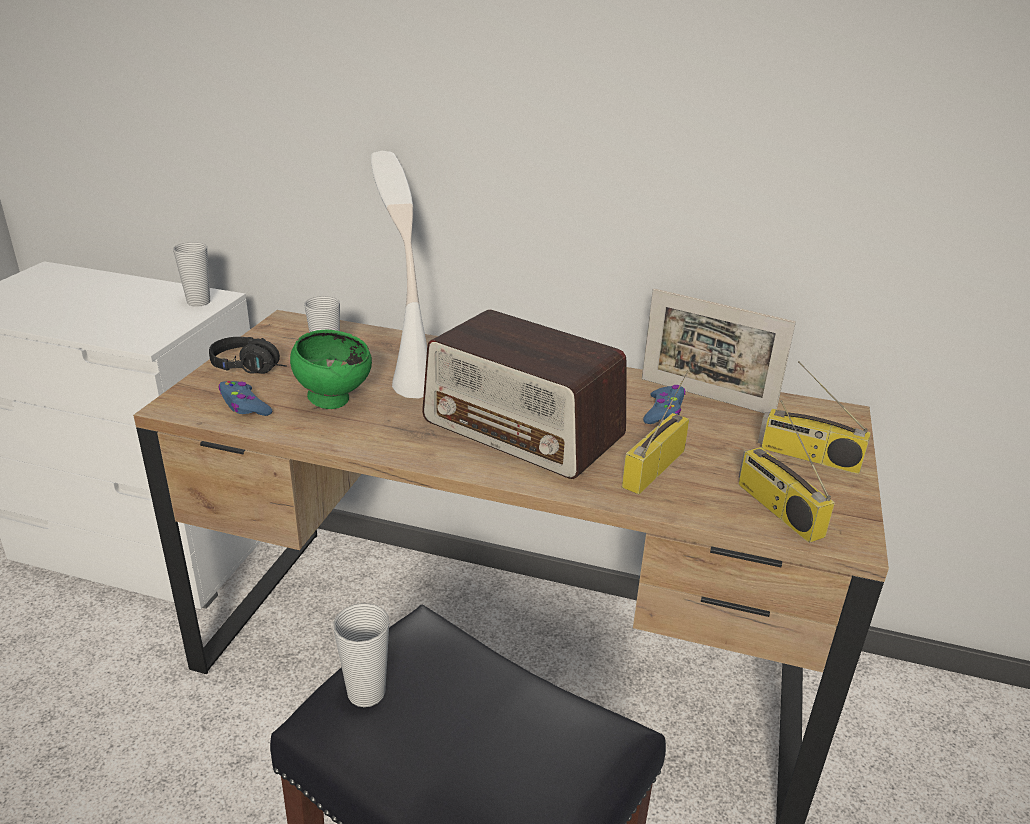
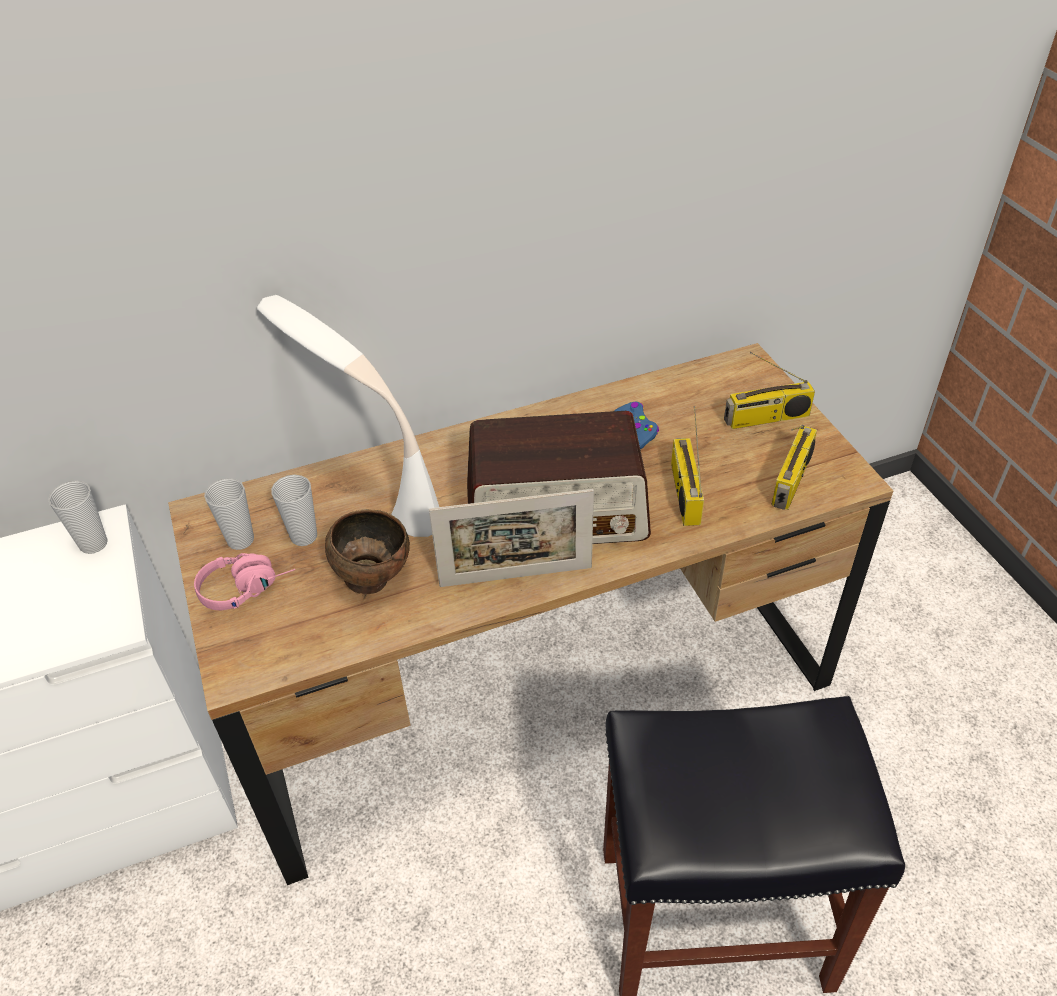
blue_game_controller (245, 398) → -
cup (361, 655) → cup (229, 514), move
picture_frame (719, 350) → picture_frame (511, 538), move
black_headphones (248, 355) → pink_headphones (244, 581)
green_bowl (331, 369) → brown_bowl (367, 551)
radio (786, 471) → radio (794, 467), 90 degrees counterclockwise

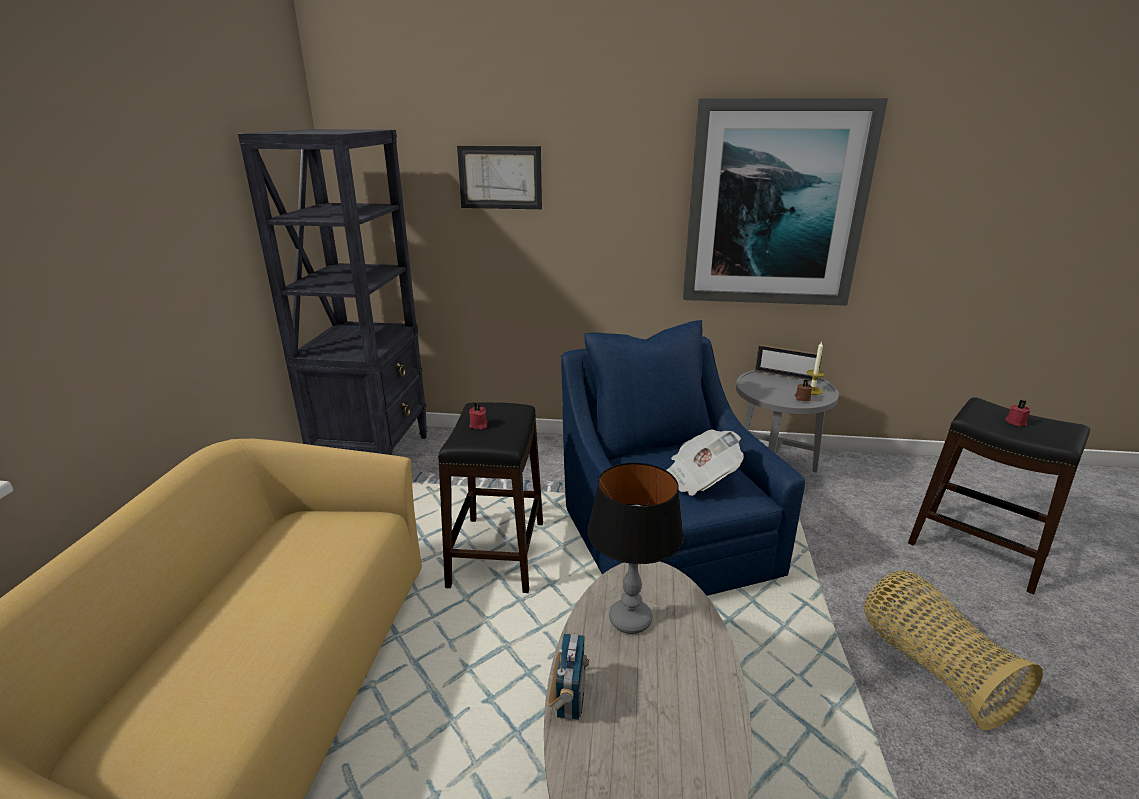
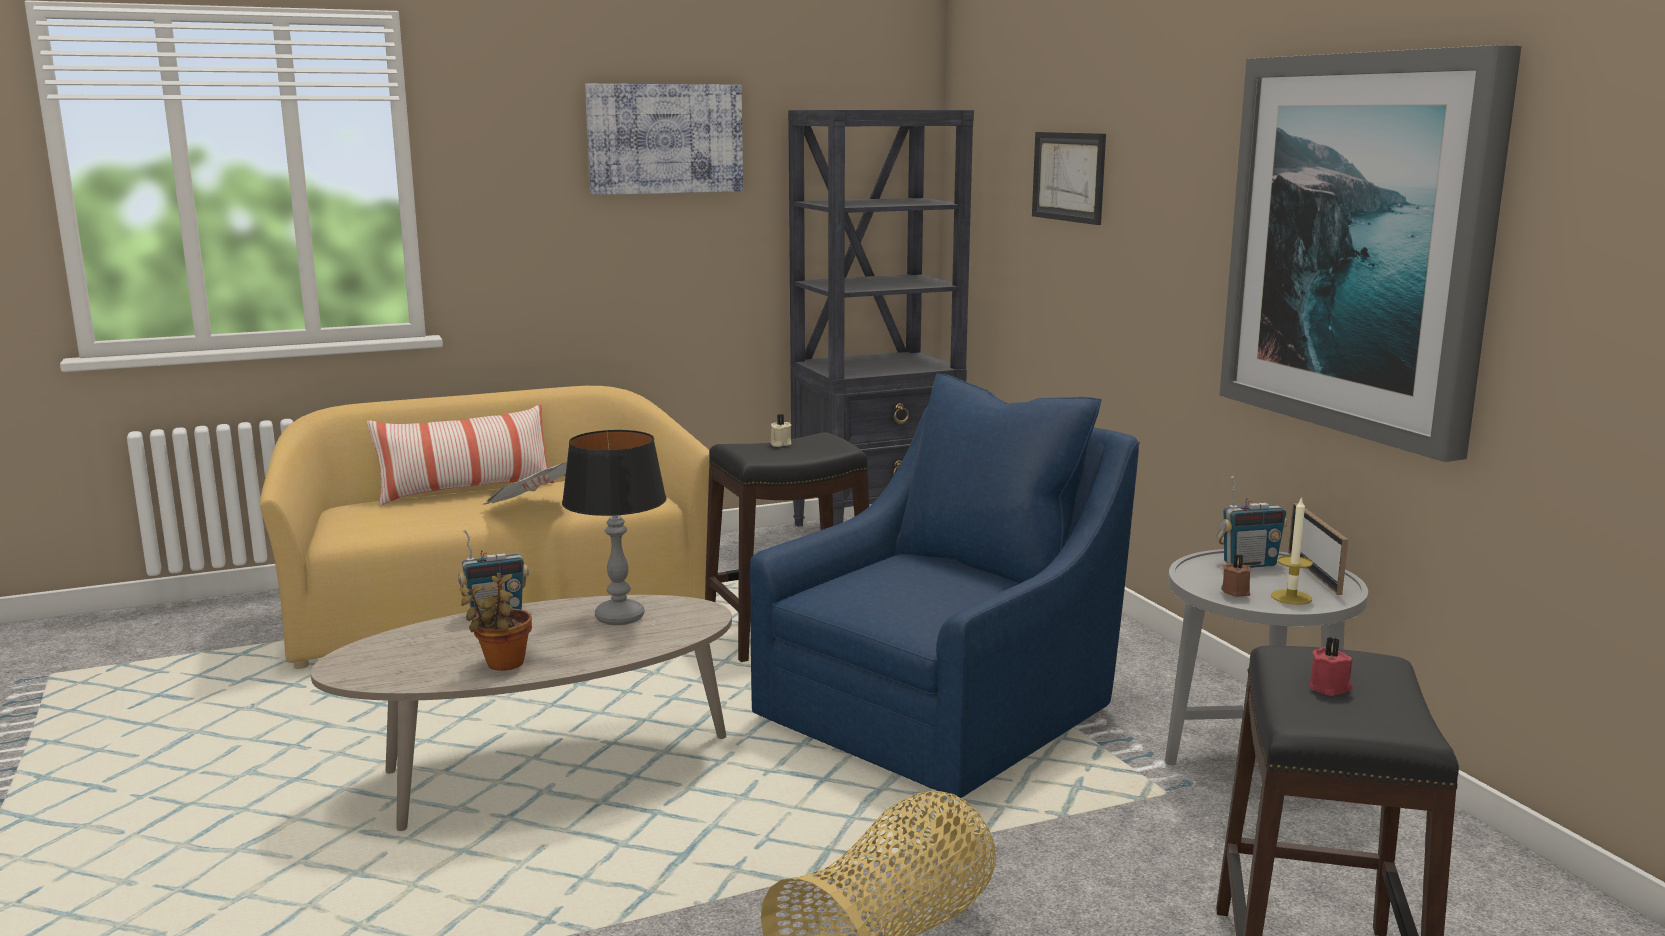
- → pillow (460, 455)
- → potted_plant (495, 622)
- → picture (664, 139)
- → radio (1251, 522)
newspaper (705, 462) → newspaper (525, 483), move
red_candle (478, 415) → beige_candle (780, 430)

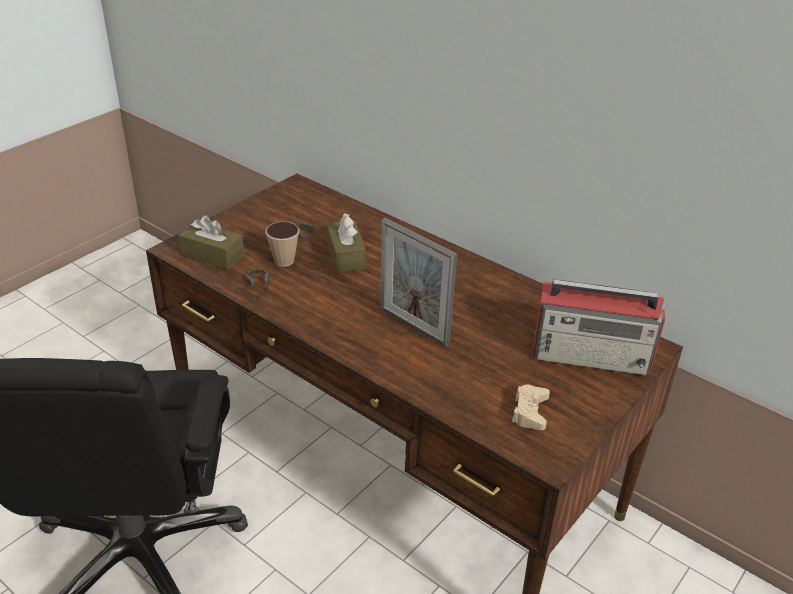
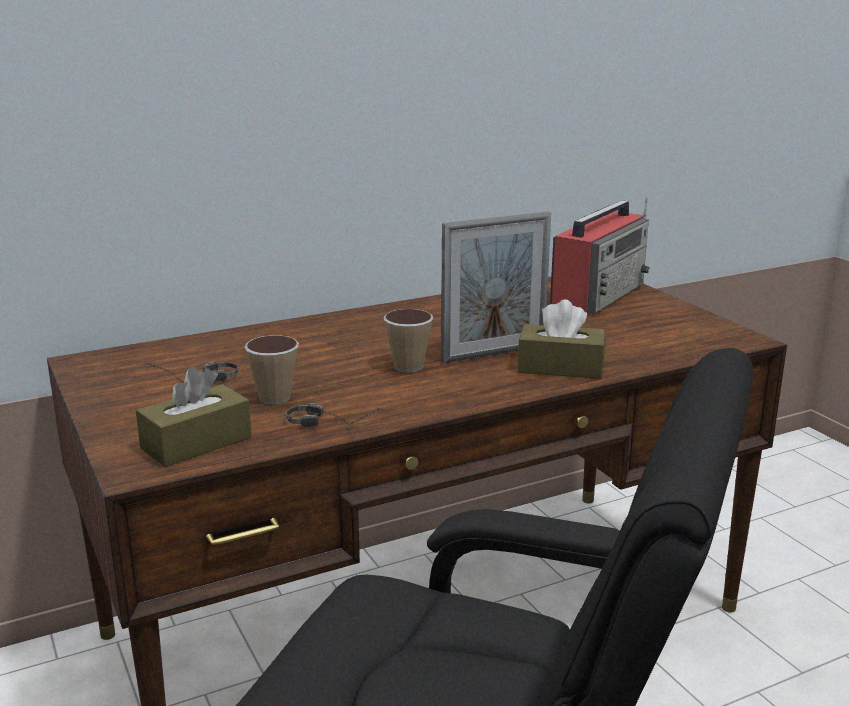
beige_game_controller (531, 407) → -
- → cup (408, 341)
brown_tissue_box (346, 243) → brown_tissue_box (561, 339), move

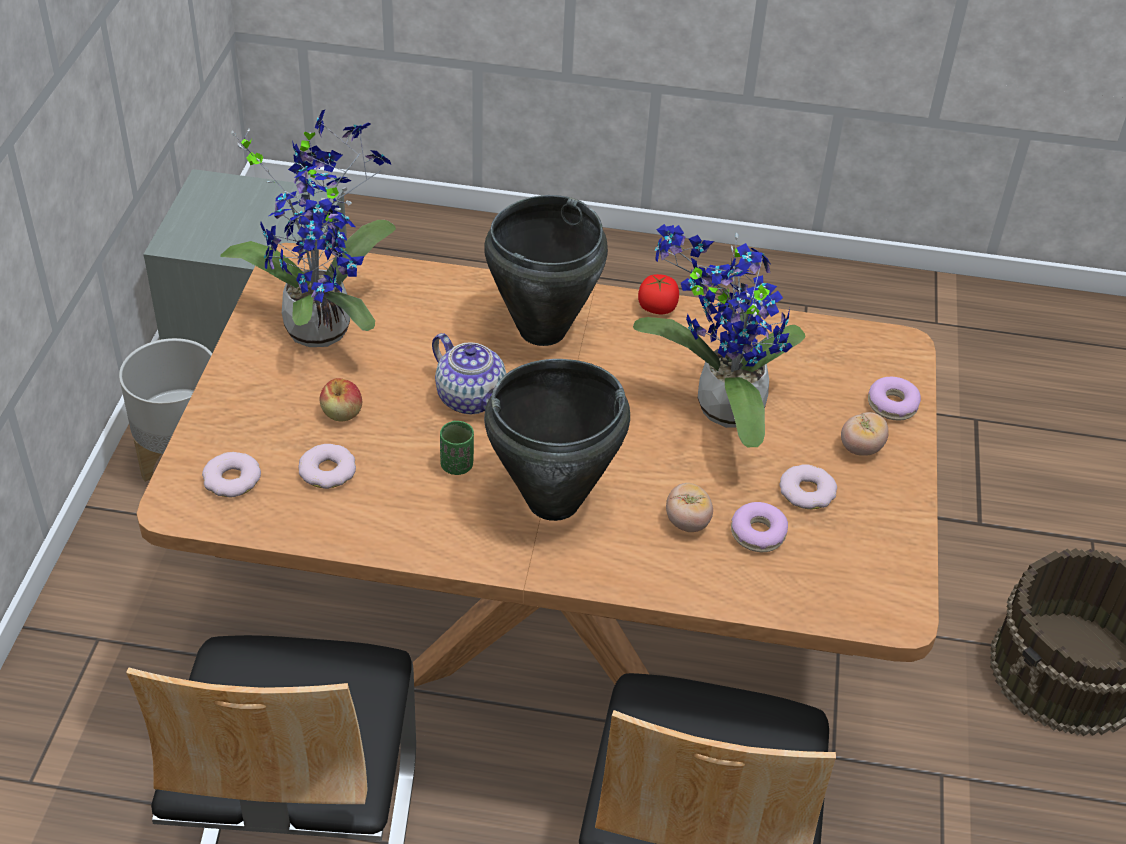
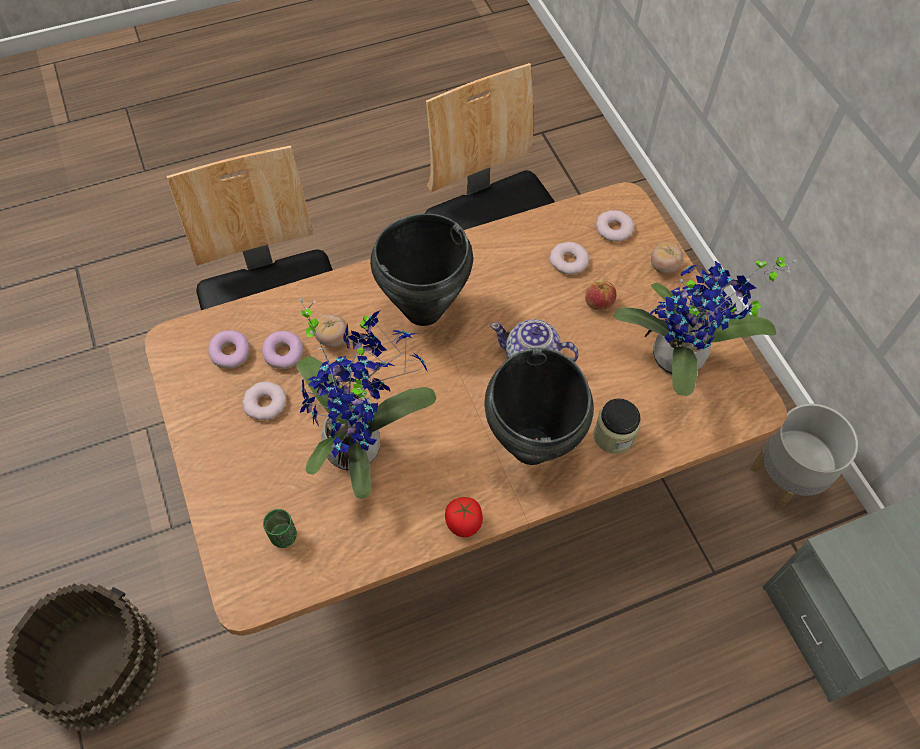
- → jar (617, 426)
green_cup (457, 447) → green_cup (280, 528), move
tomato (865, 434) → tomato (667, 258), move
donut (894, 399) → donut (229, 349), move

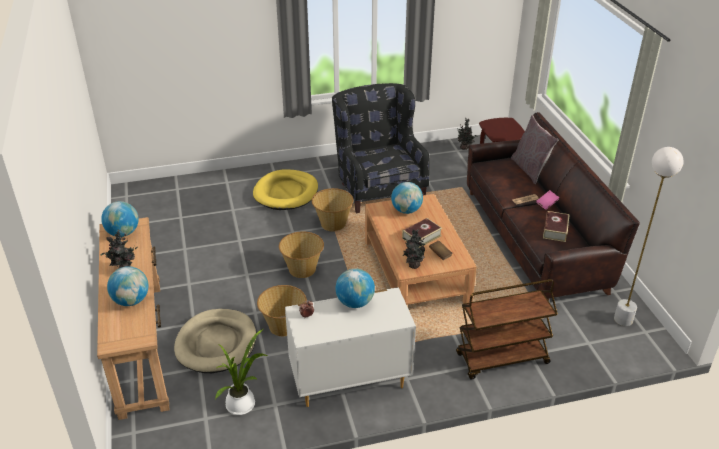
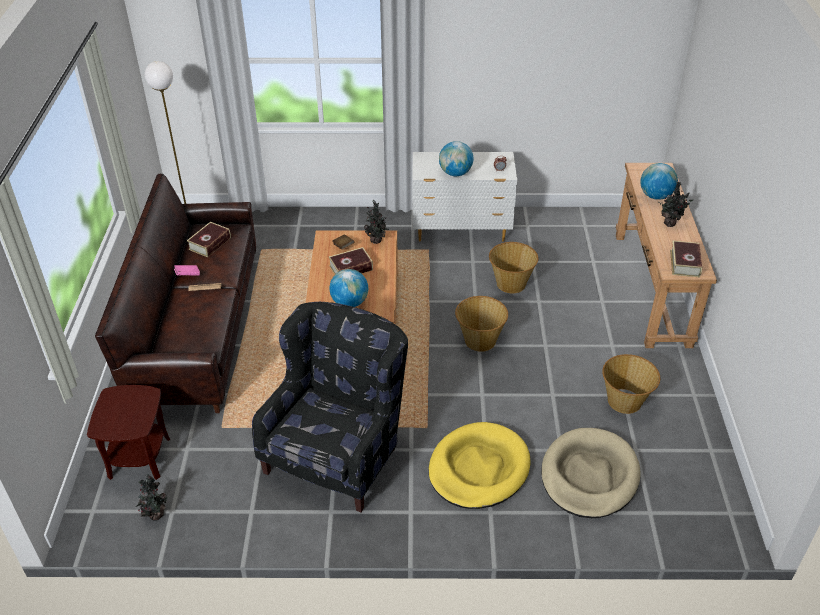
potted_plant (241, 372) → -
brown_cart (507, 329) → -
grey_pillow (535, 149) → -
beige_dog_bed (215, 341) → beige_dog_bed (591, 473), move
basket (332, 210) → basket (631, 384), move
globe (120, 219) → book (686, 259)
black_armchair (381, 148) → black_armchair (330, 407), 150 degrees counterclockwise

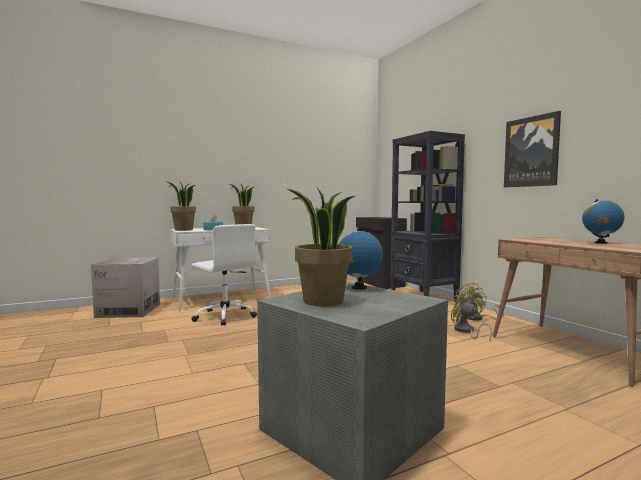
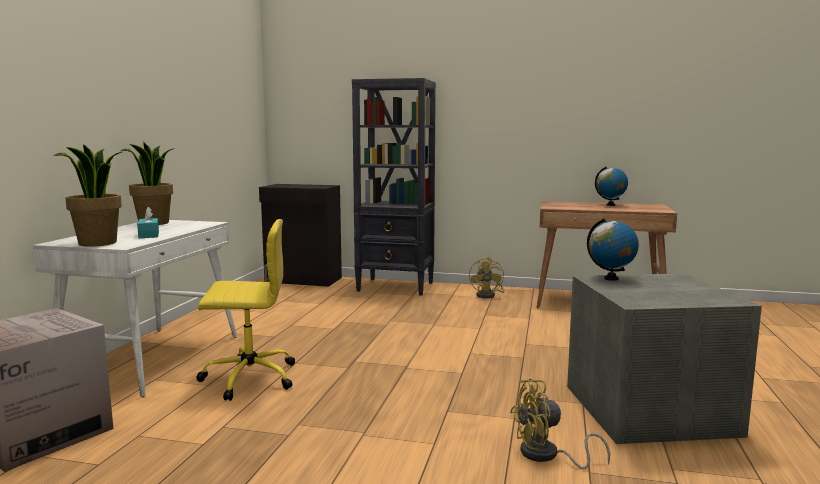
potted_plant (321, 246) → -
picture (532, 149) → -
yellow_fan (471, 315) → yellow_fan (560, 424), move
white_office_chair (224, 275) → yellow_office_chair (245, 310)

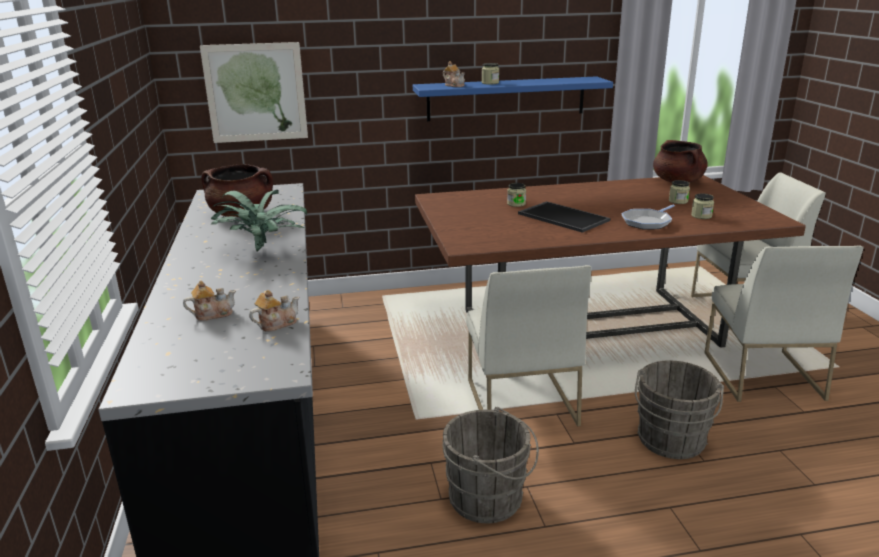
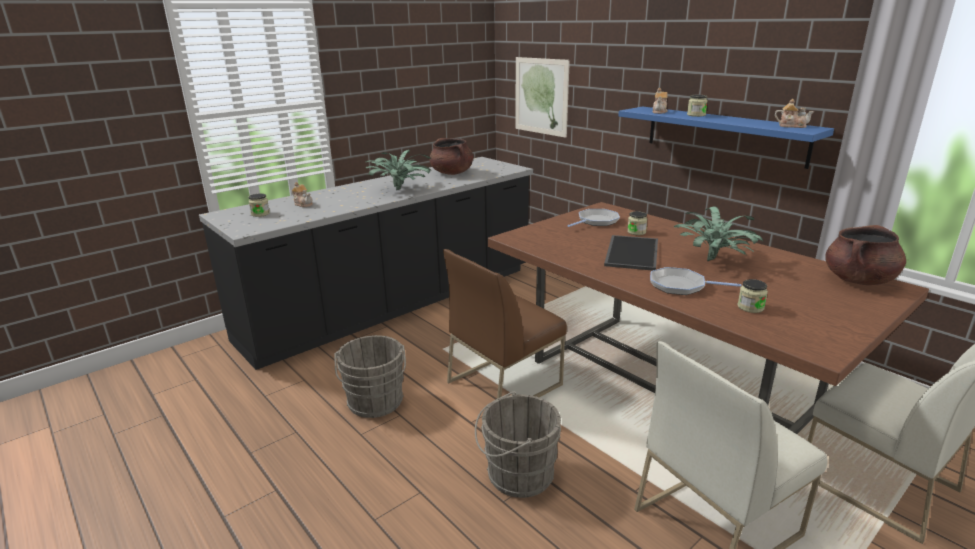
- → frying_pan (593, 218)
- → potted_plant (718, 233)
teapot (274, 311) → teapot (794, 113), move
jar (679, 192) → jar (259, 205), move
white_chair (528, 346) → brown_chair (505, 324)

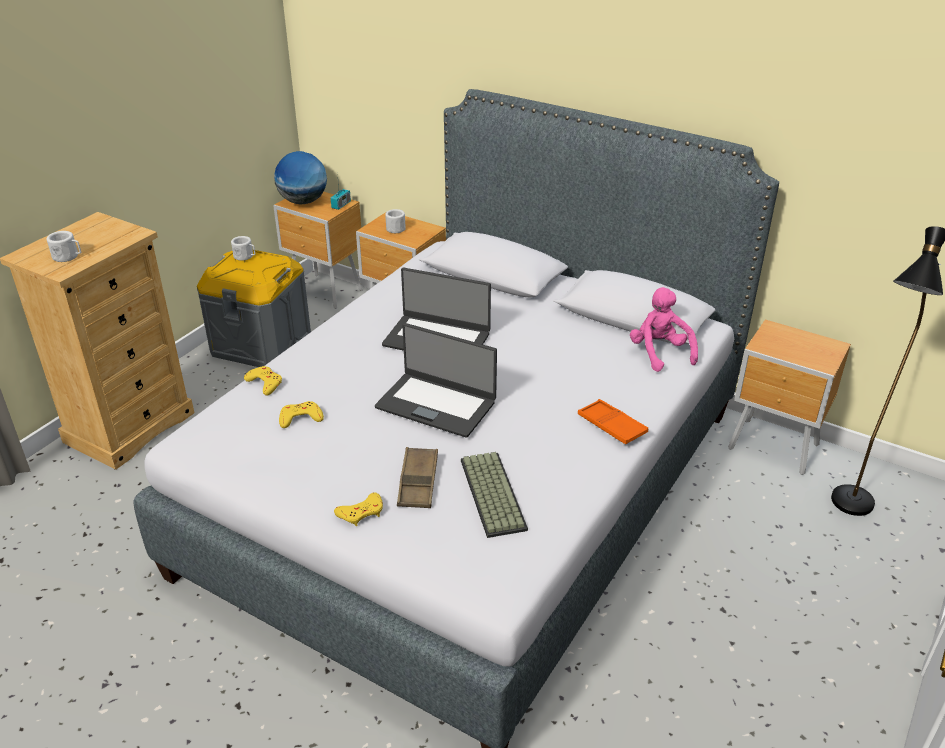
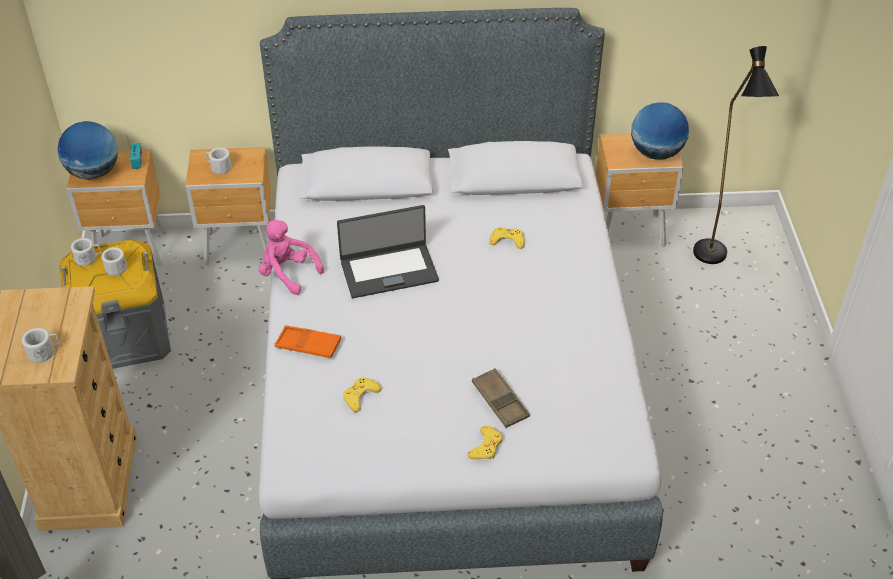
laptop (436, 380) → -
keyboard (494, 495) → -
- → white_mug (114, 261)
- → globe (660, 131)
yellow_game_controller (263, 380) → yellow_game_controller (507, 238), move
orange_tray (613, 421) → orange_tray (308, 341), move
pink_plush_toy (664, 329) → pink_plush_toy (291, 257), move

